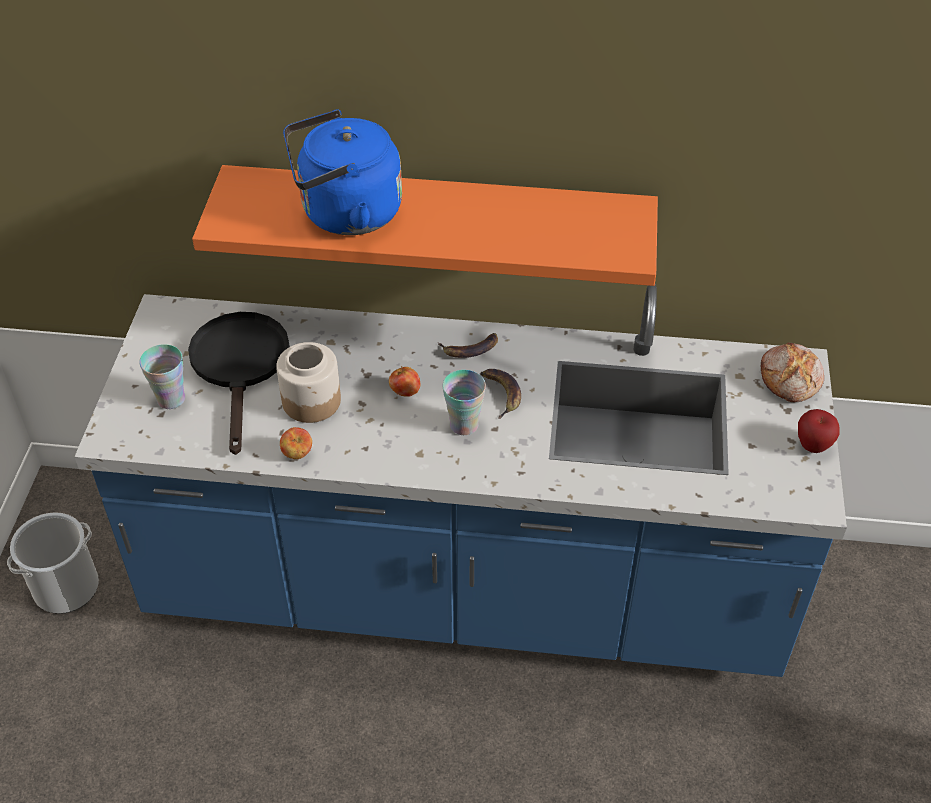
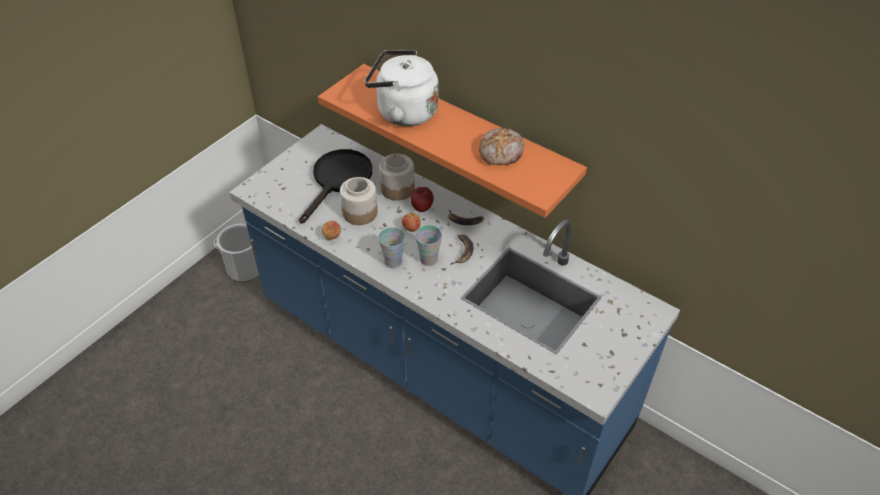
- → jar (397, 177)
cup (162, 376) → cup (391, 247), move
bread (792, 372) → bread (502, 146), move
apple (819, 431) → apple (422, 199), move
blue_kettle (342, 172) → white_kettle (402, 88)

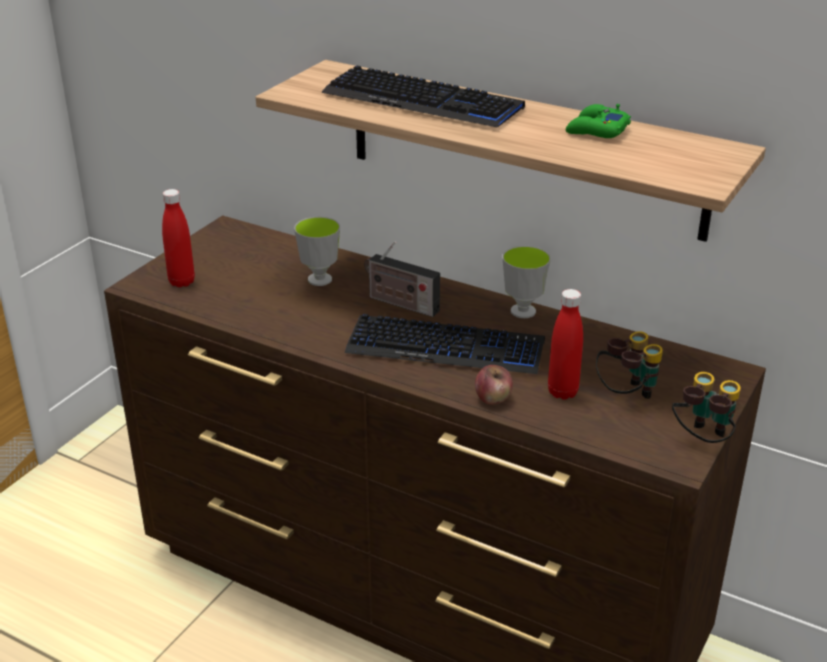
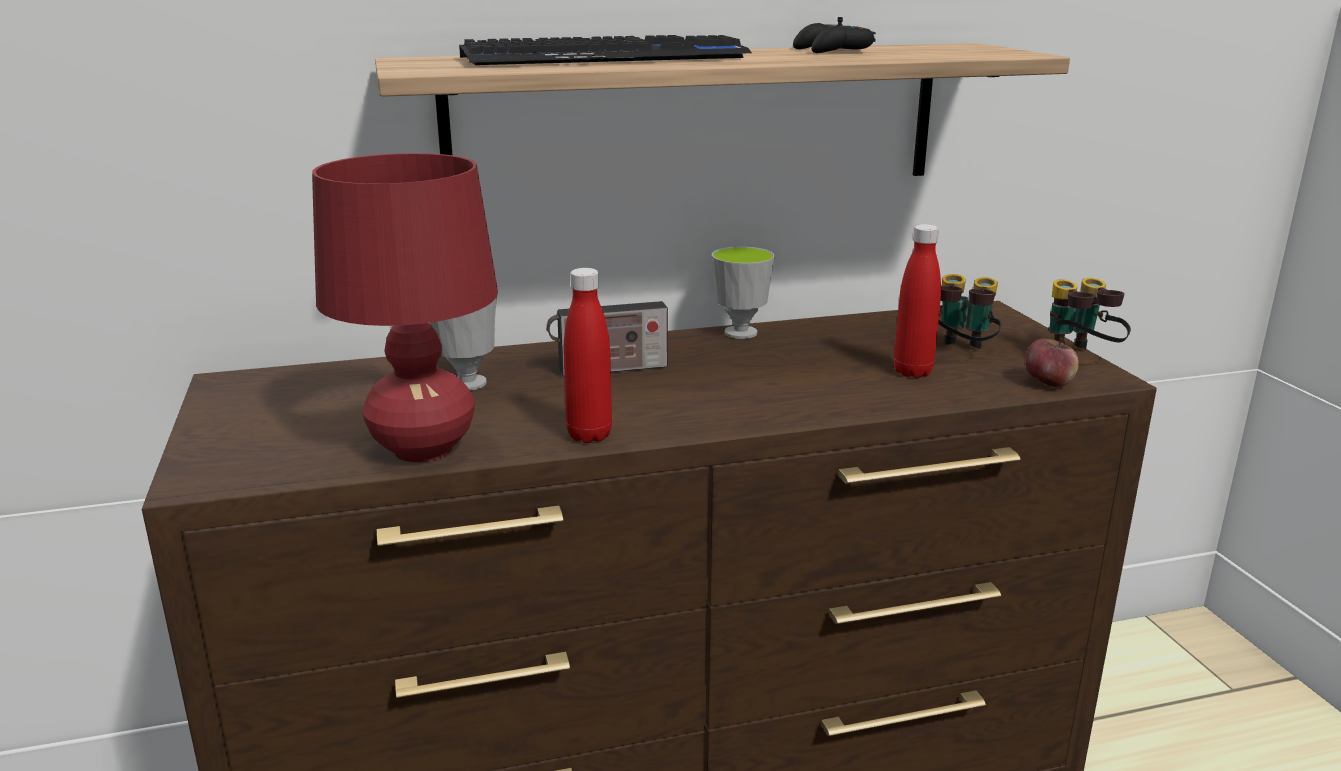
keyboard (445, 344) → -
- → red_table_lamp (405, 307)
red_bottle (178, 238) → red_bottle (588, 355), move
apple (494, 385) → apple (1052, 362), move
green_game_controller (598, 121) → black_game_controller (834, 35)

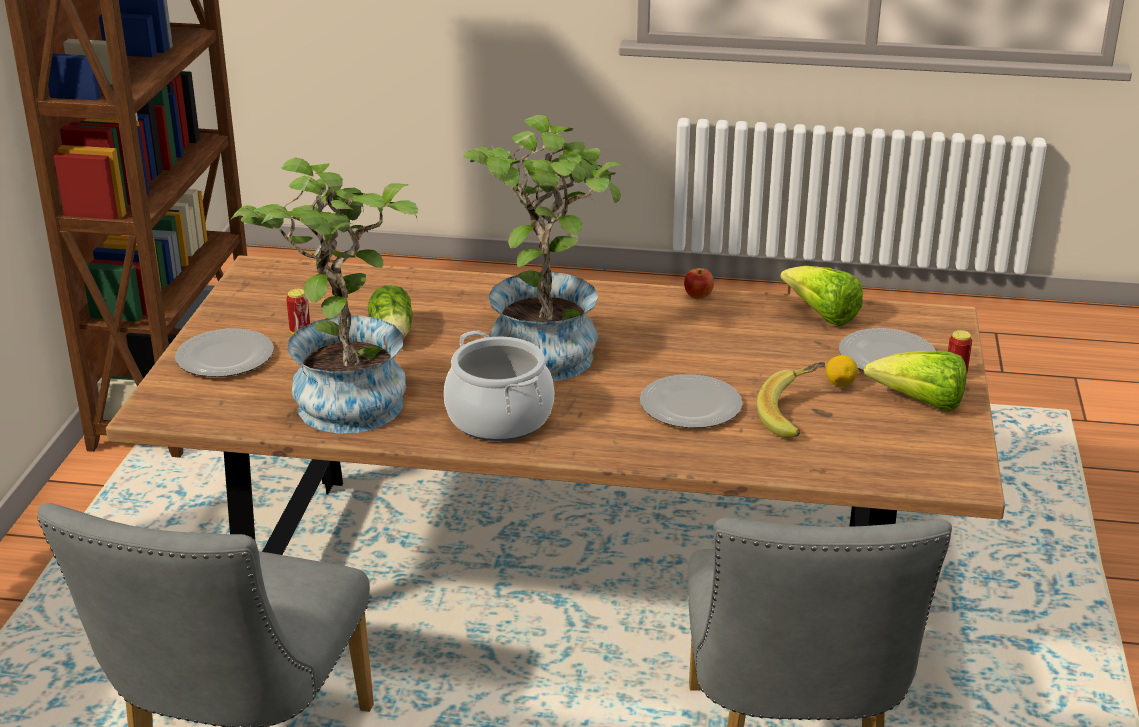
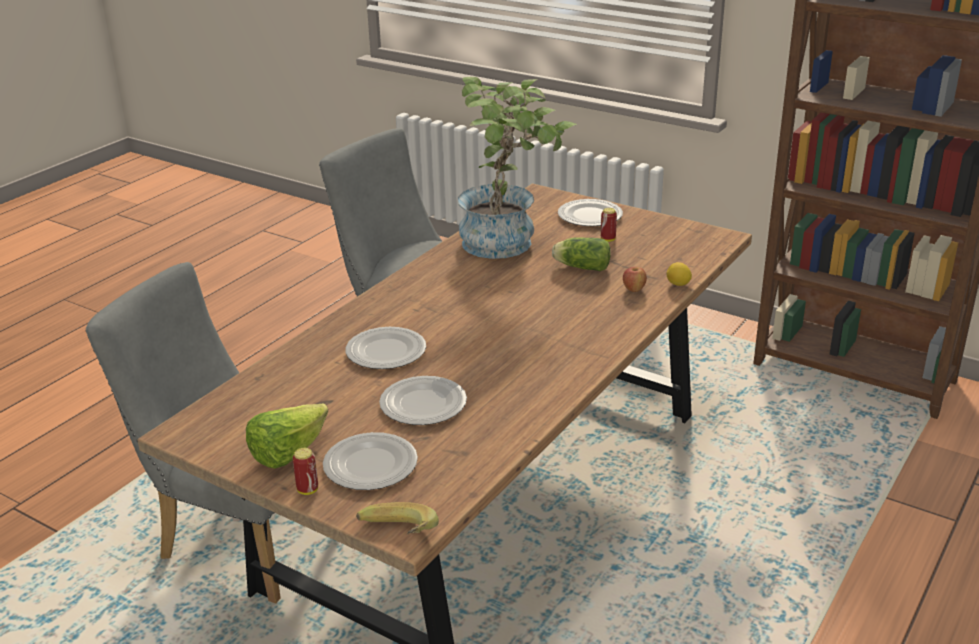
cooking_pot (499, 386) → -
potted_plant (543, 247) → -
lettuce (821, 296) → -
- → plate (423, 400)
apple (699, 283) → apple (635, 279), move
banana (791, 400) → banana (397, 518), move
lemon (842, 371) → lemon (679, 274), move

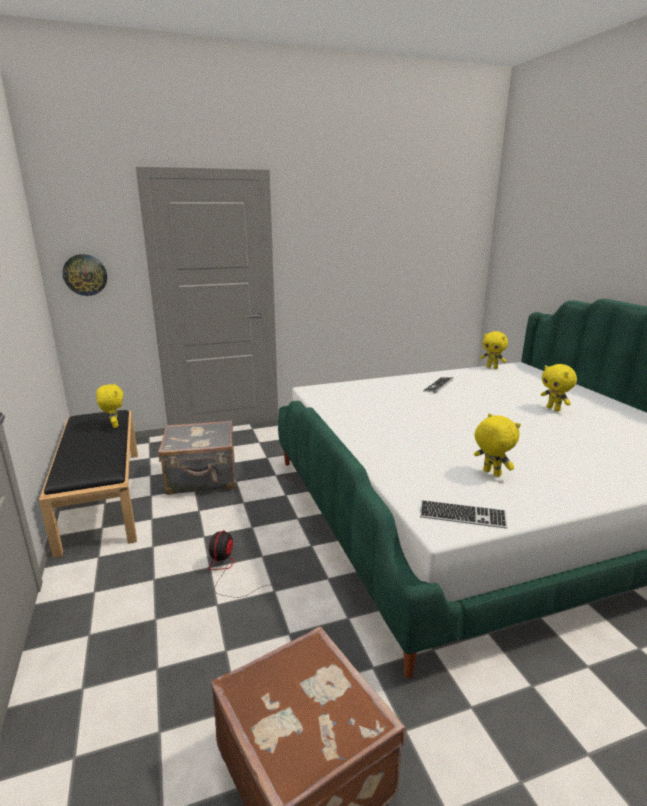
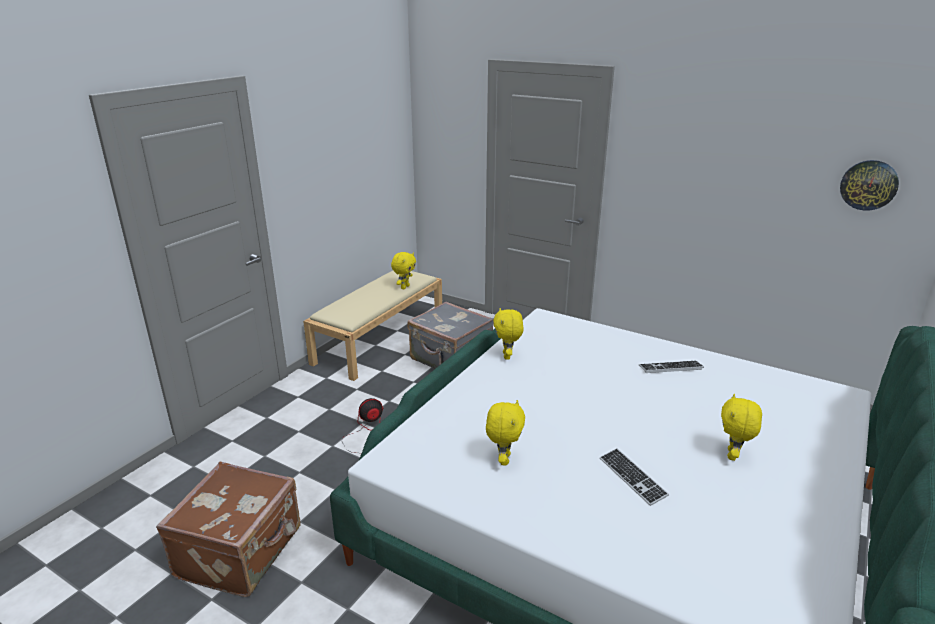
wall_clock (85, 275) → wall_clock (869, 185), move
keyboard (463, 514) → keyboard (634, 477), move
yellow_plush_toy (494, 350) → yellow_plush_toy (508, 334), move
black_bench (88, 484) → beige_bench (372, 326)

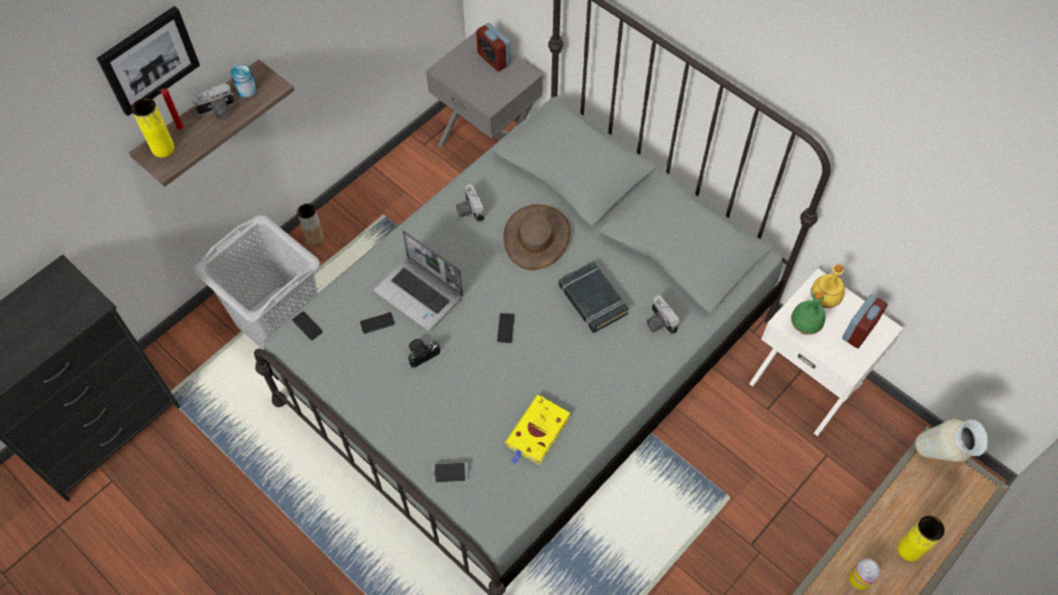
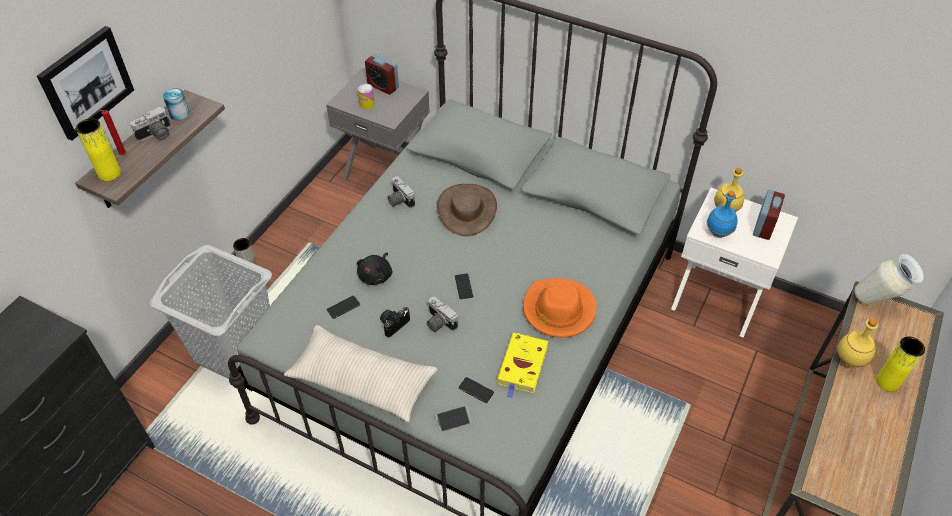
black_book (594, 297) → -
- → beige_pillow (361, 373)
- → orange_hat (560, 308)
- → yellow_bottle (857, 342)
phone (307, 326) → phone (476, 390), move
photo_camera (663, 315) → photo_camera (442, 314), move
can (864, 574) → can (366, 96), move
laptop (418, 280) → black_plush_toy (374, 268)
green_bottle (808, 313) → blue_bottle (722, 214)

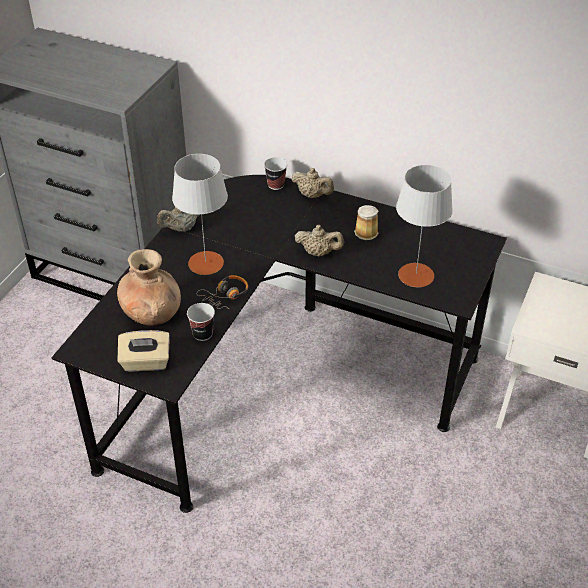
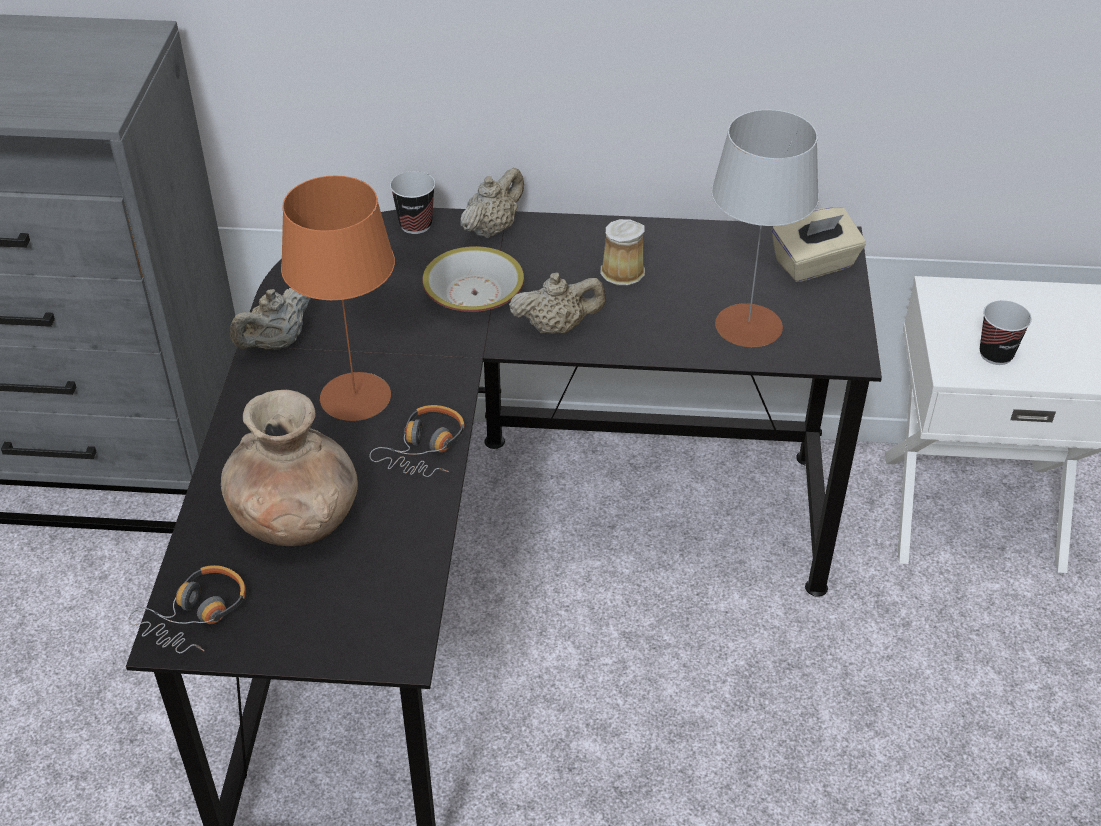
- → headphones (187, 609)
- → bowl (473, 279)
beige_tissue_box (143, 351) → beige_tissue_box (819, 244), move
cup (201, 322) → cup (1006, 332), move
grey_table_lamp (200, 214) → orange_table_lamp (338, 298)
beige_teapot (312, 183) → beige_teapot (492, 203), 60 degrees counterclockwise

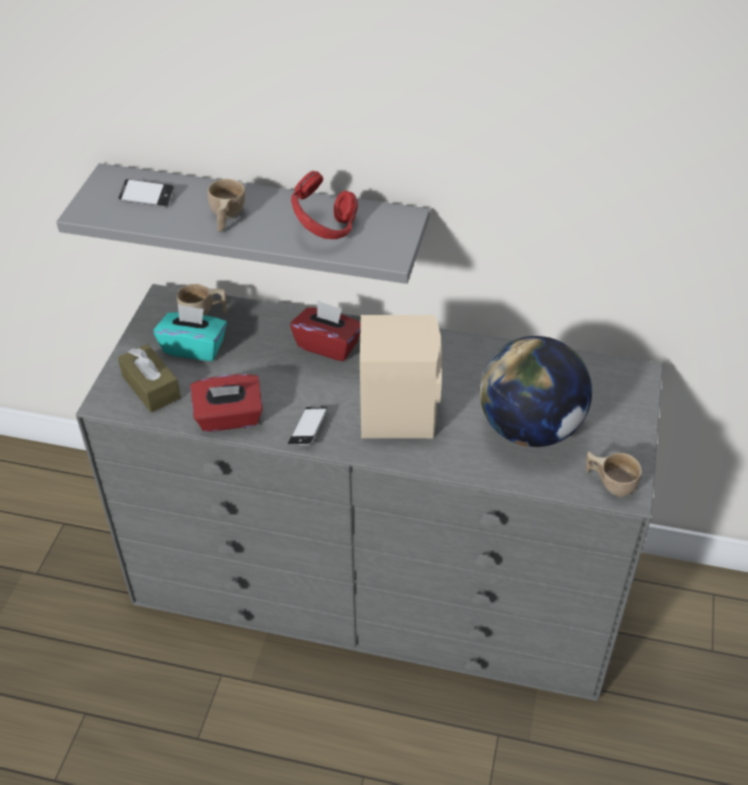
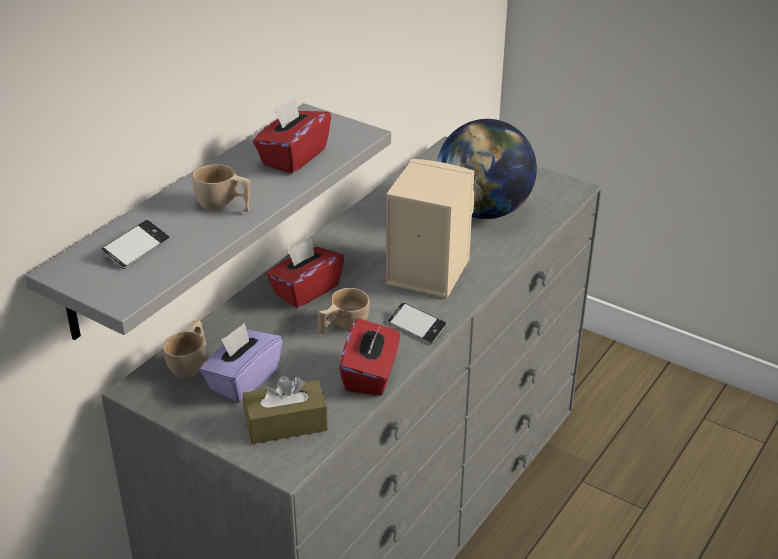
beige_cup (614, 474) → beige_cup (343, 311), move
red_headphones (324, 205) → red_tissue_box (292, 135)
turquoise_tissue_box (190, 332) → purple_tissue_box (241, 362)

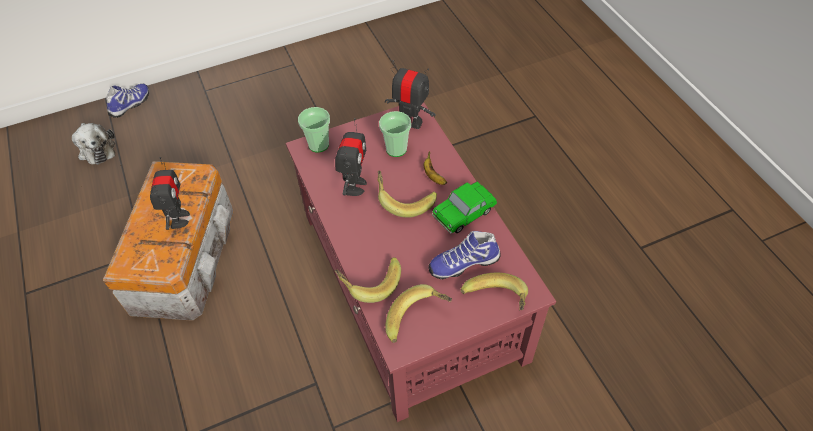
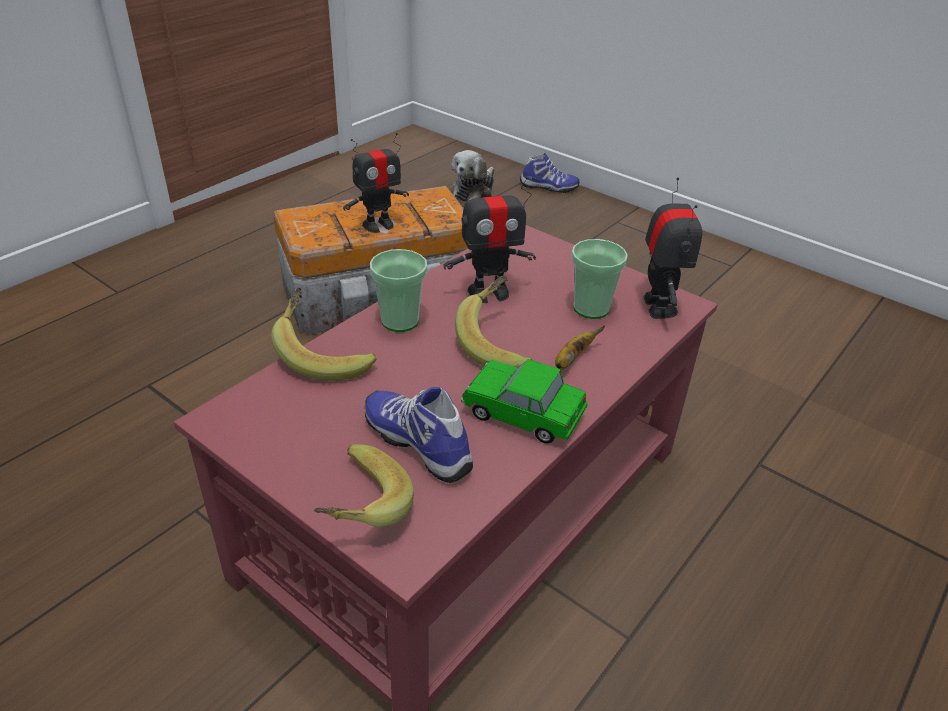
banana (418, 313) → -
cup (314, 130) → cup (398, 290), move

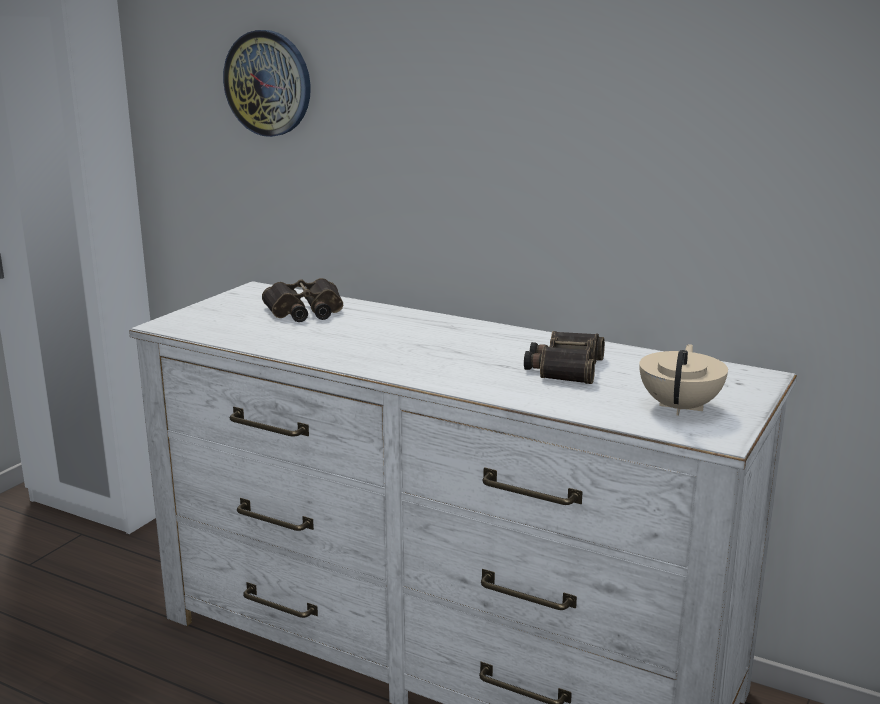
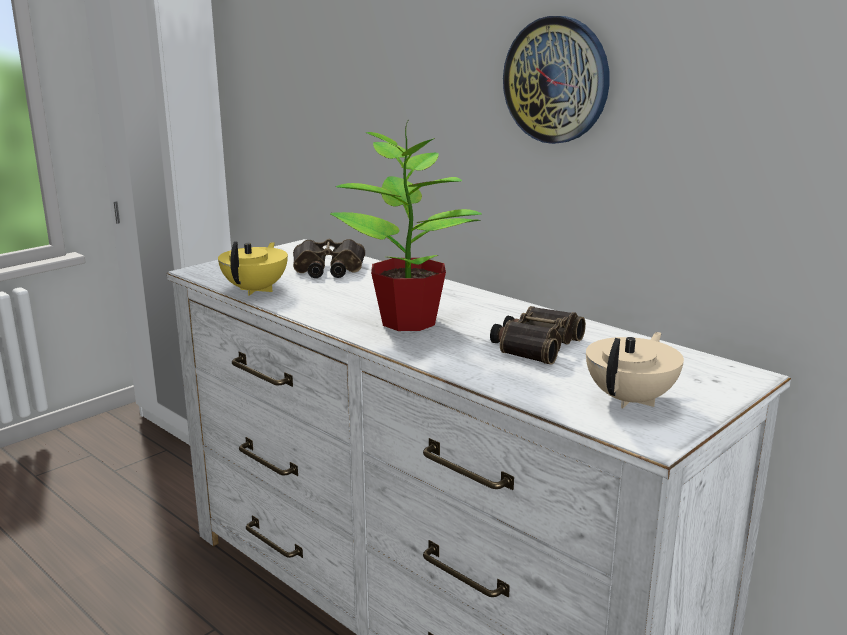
- → yellow_teapot (253, 268)
- → potted_plant (406, 225)
wall_clock (267, 83) → wall_clock (556, 80), move

